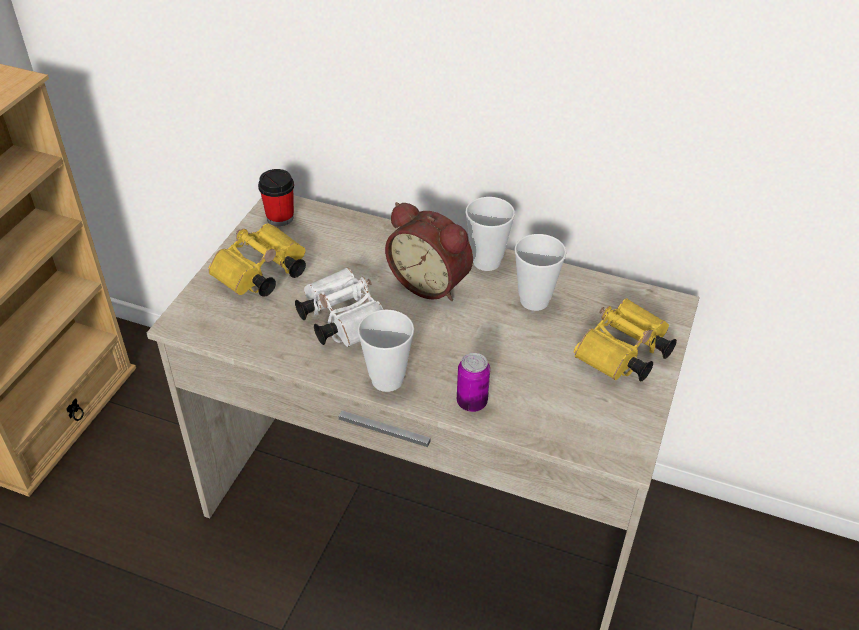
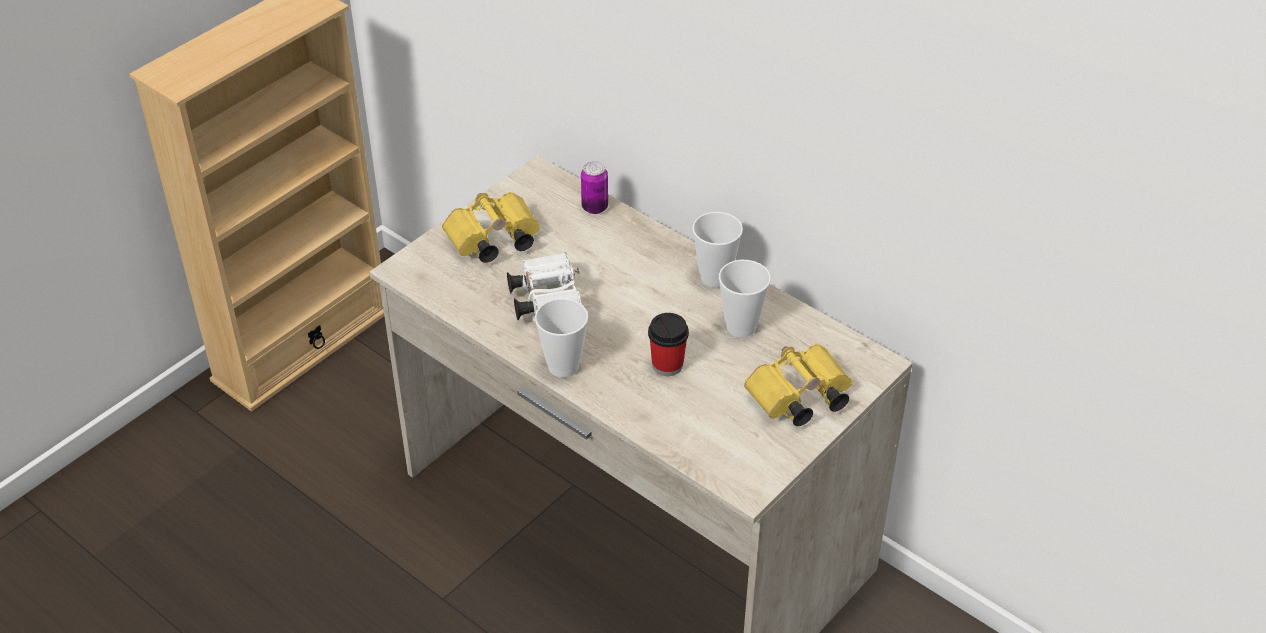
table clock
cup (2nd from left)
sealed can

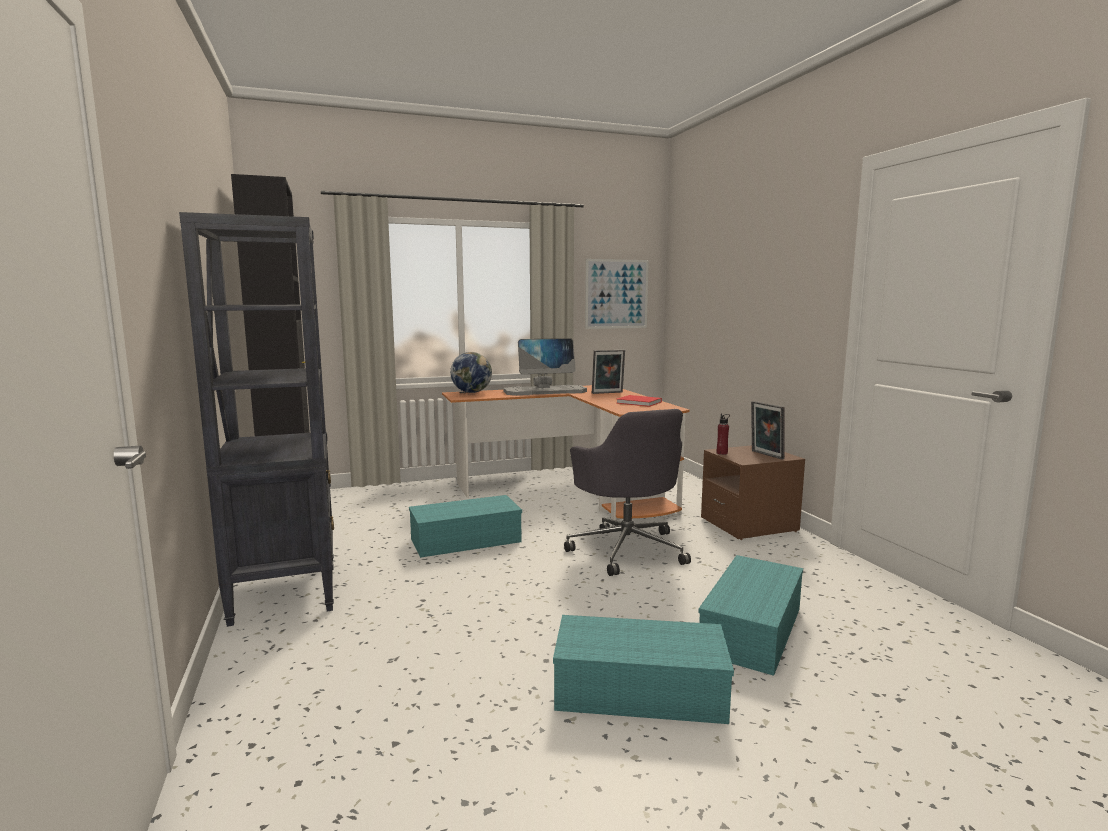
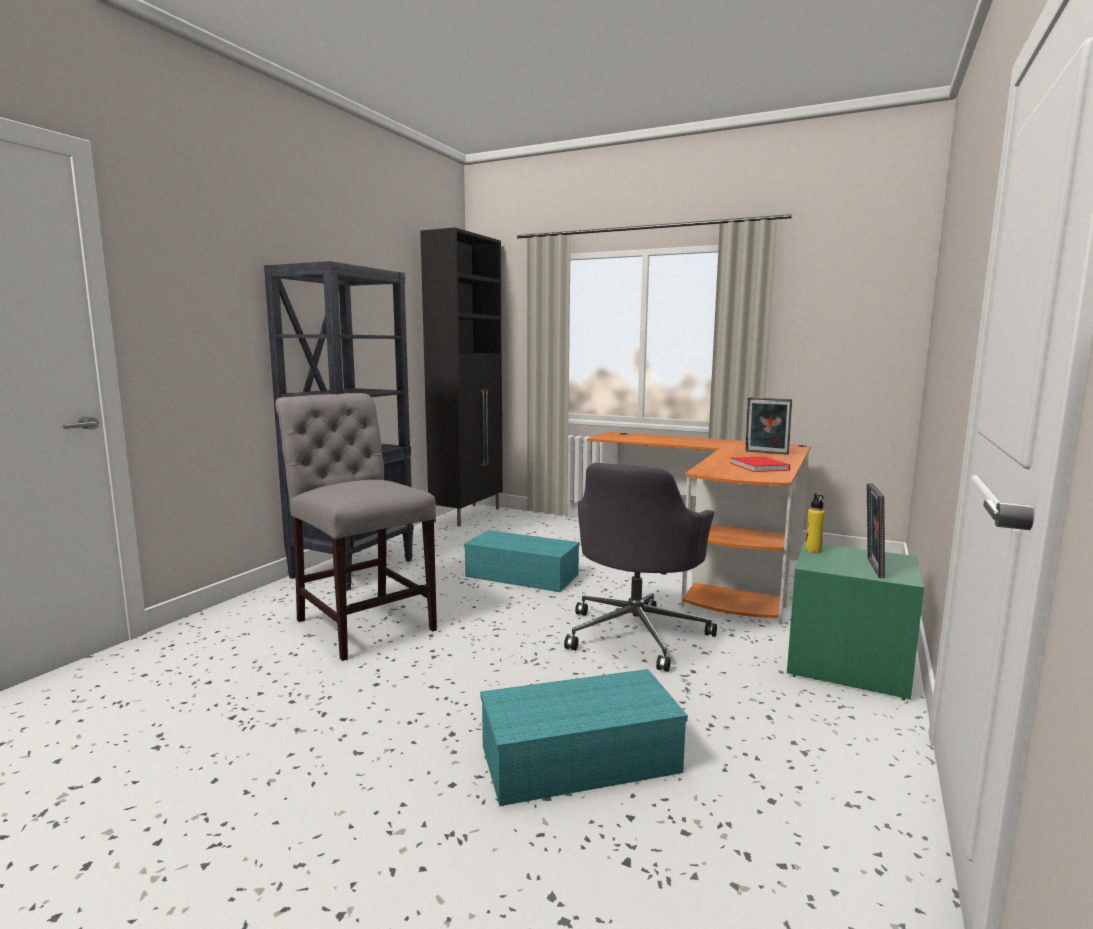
globe
monitor
blue-green storage bin (2nd from left in the first image)
picture
gray chair
green bedside table
yellow drink bottle

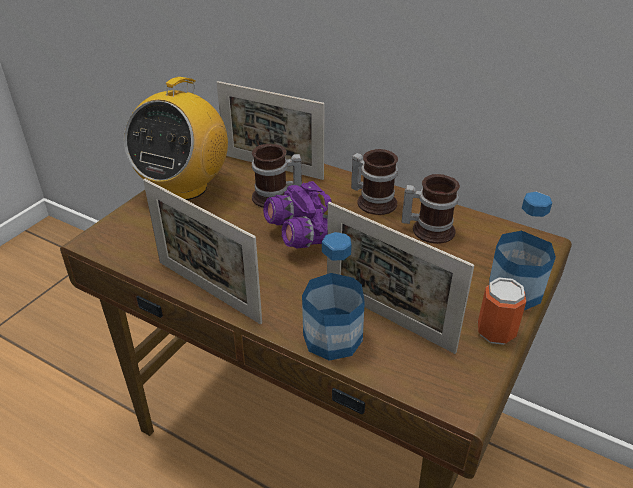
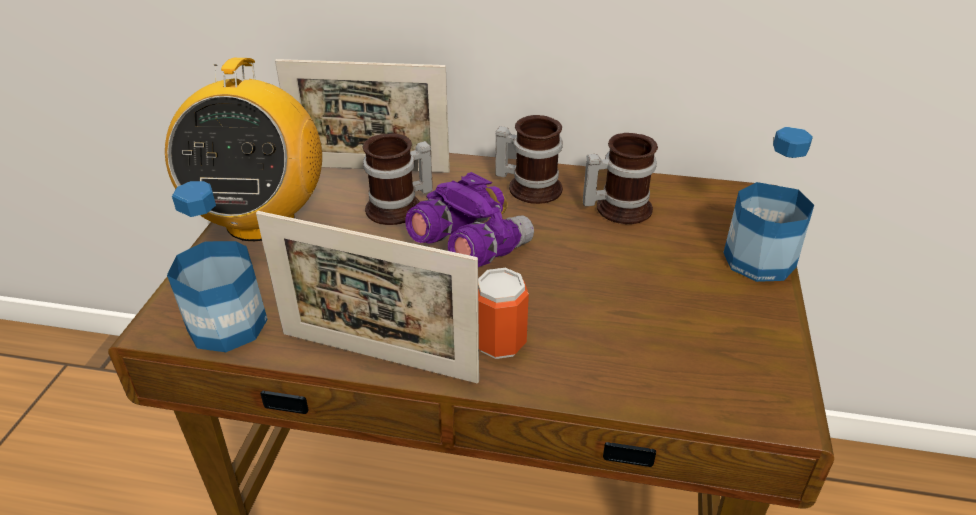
picture frame (3rd from left in the first image)
drink bottle (1st from left)
sealed can

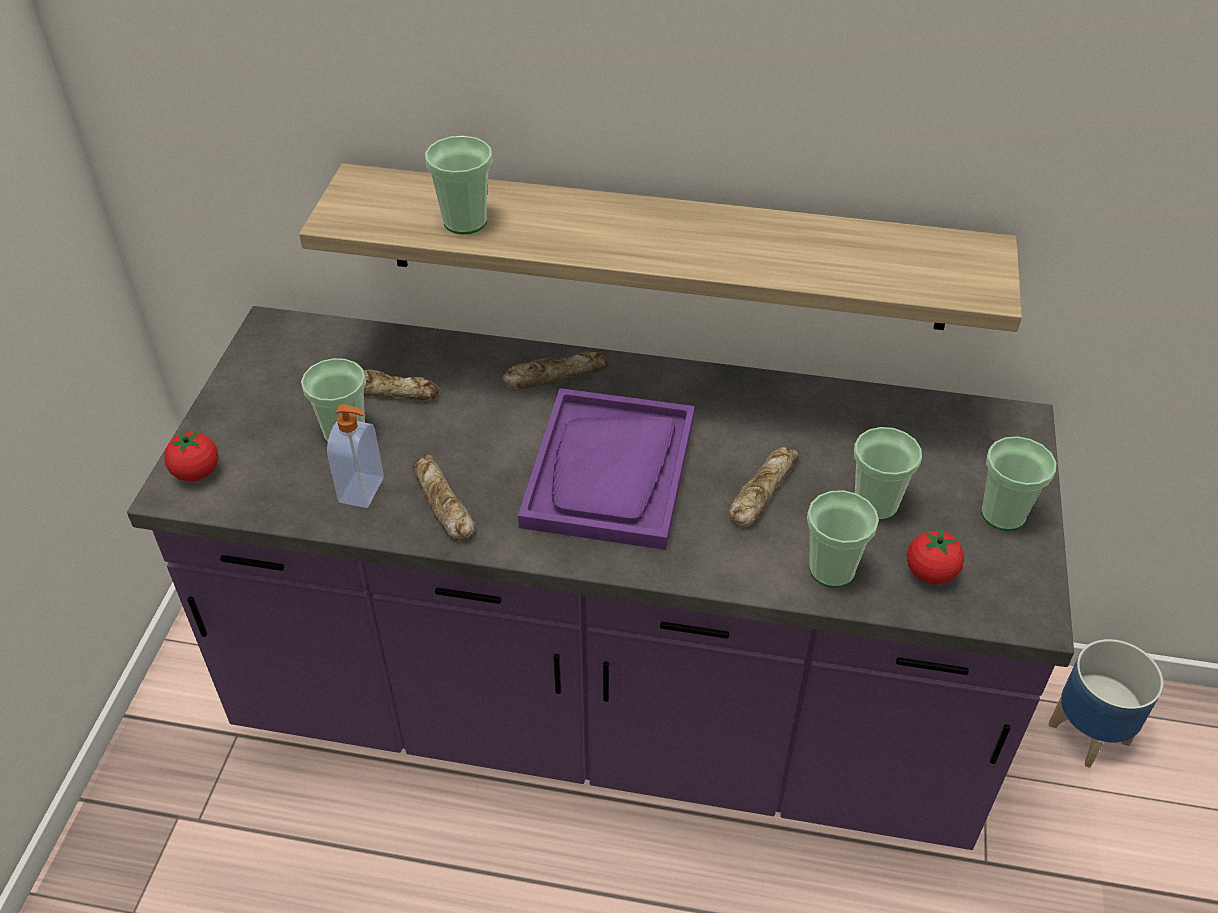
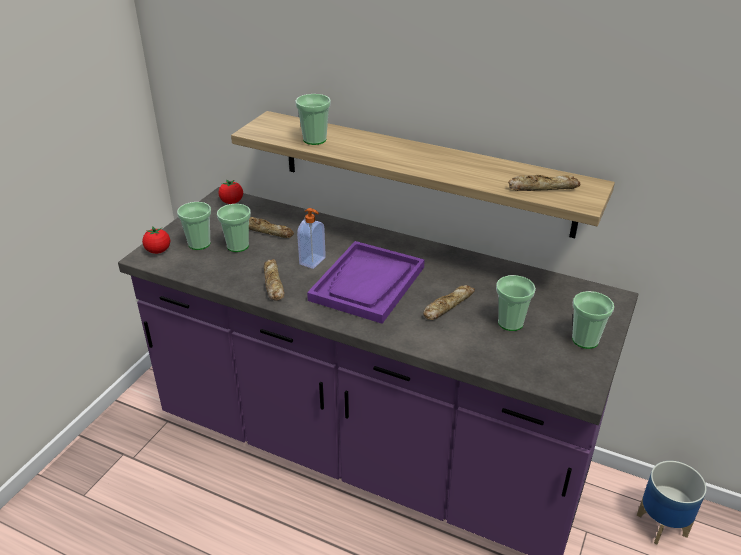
soap dispenser
baked bread (4th from left)
cup (1st from left)
tomato (2nd from left)

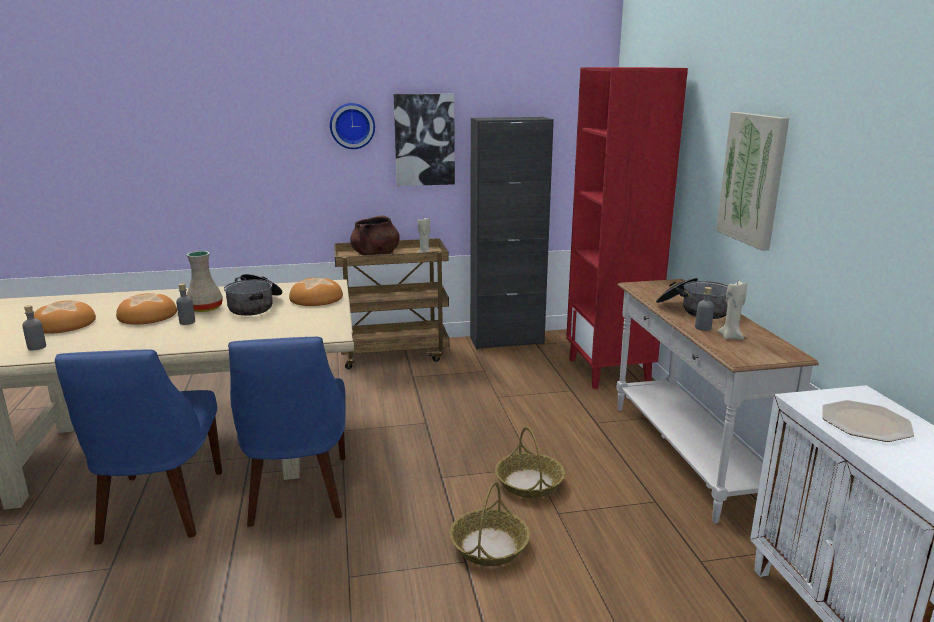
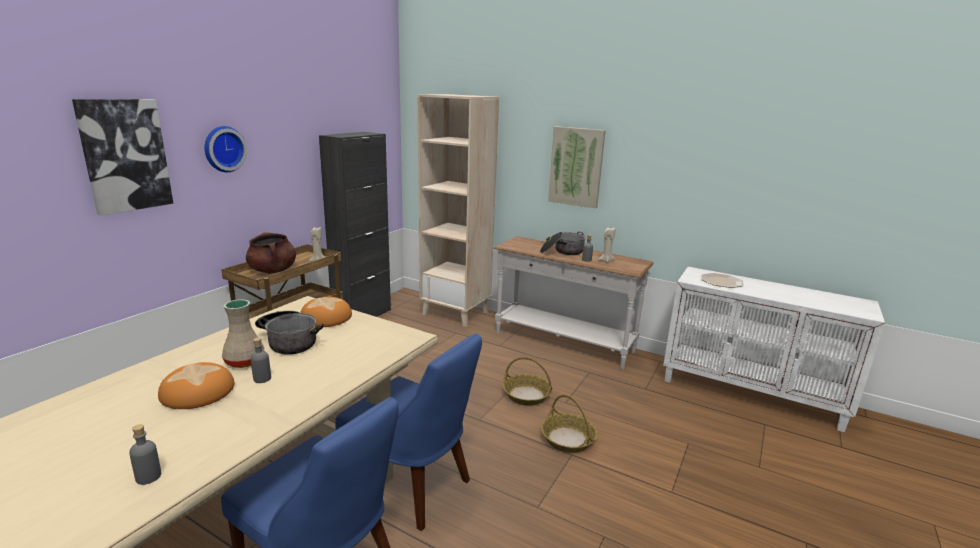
baked bread (1st from left in the first image)
picture (1st from left)
sand-coloured bookcase

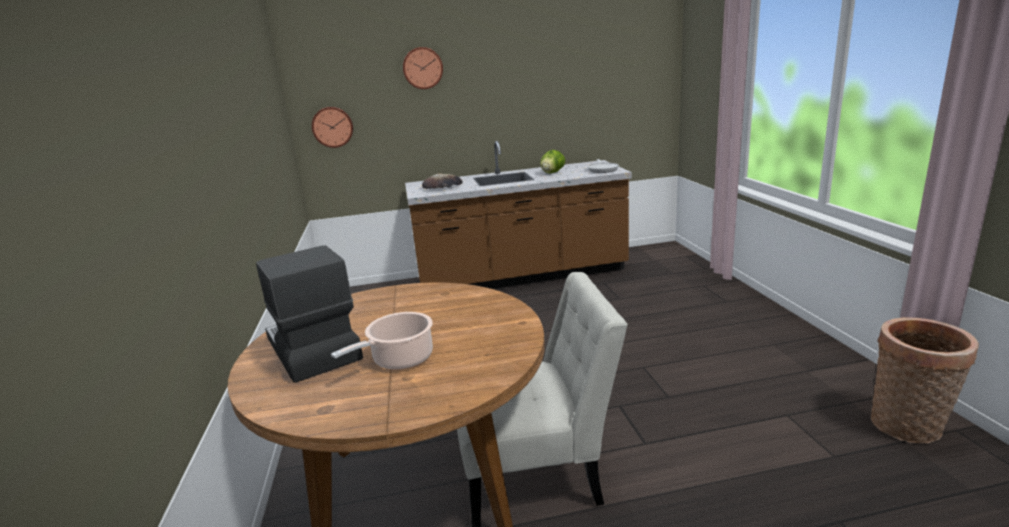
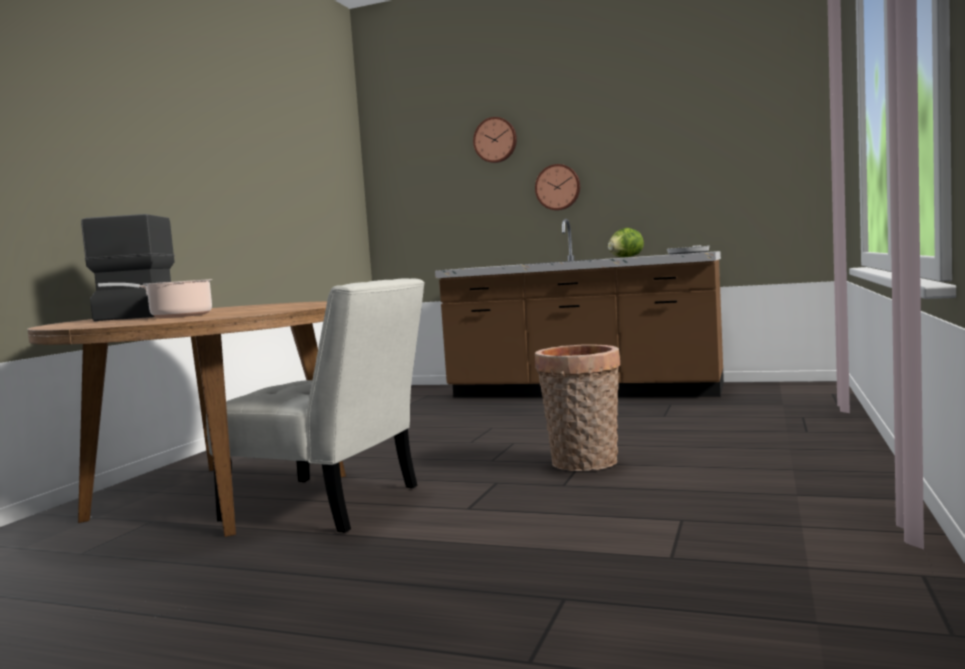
baked bread
wall clock (2nd from left)
storage basket

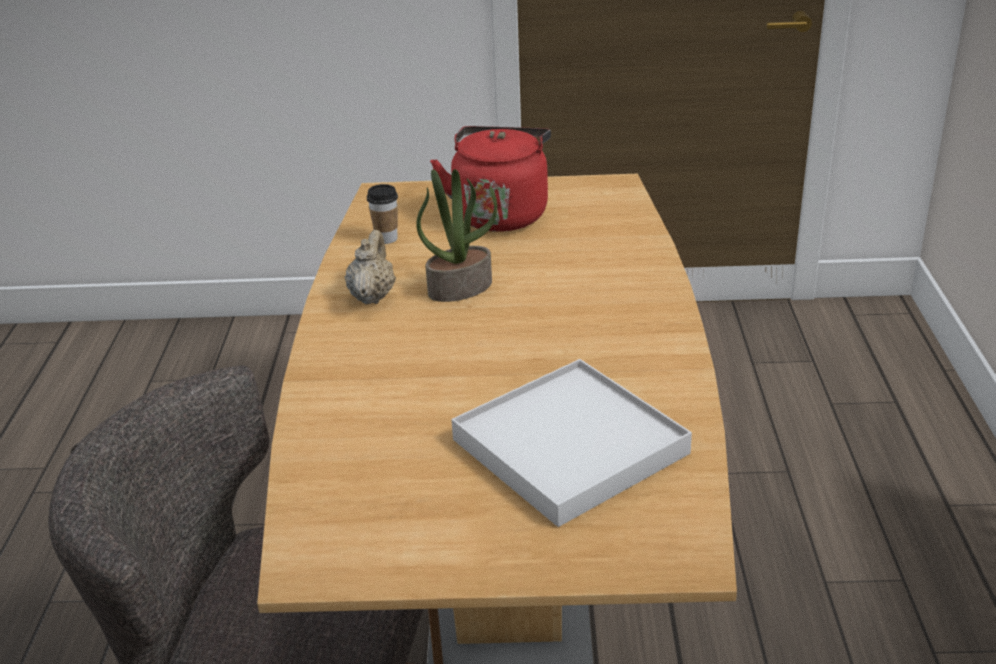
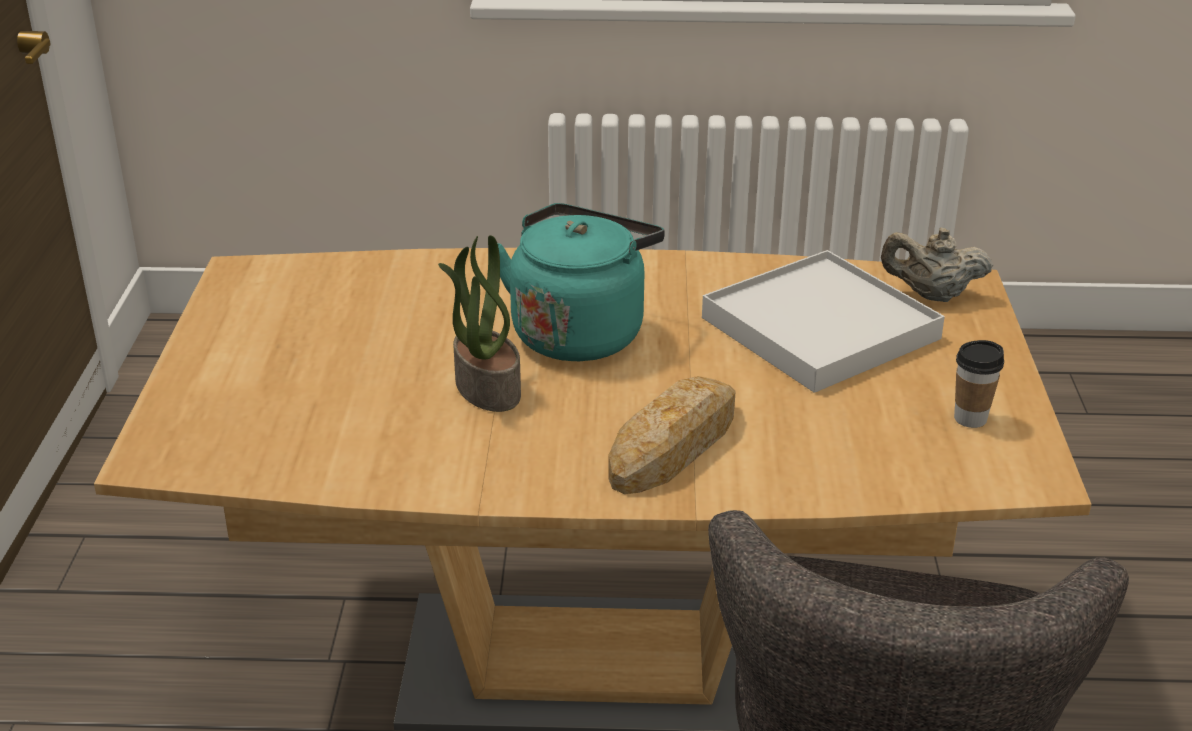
red-coloured kettle
blue-green kettle
baked bread
sand-coloured pot for tea
cup

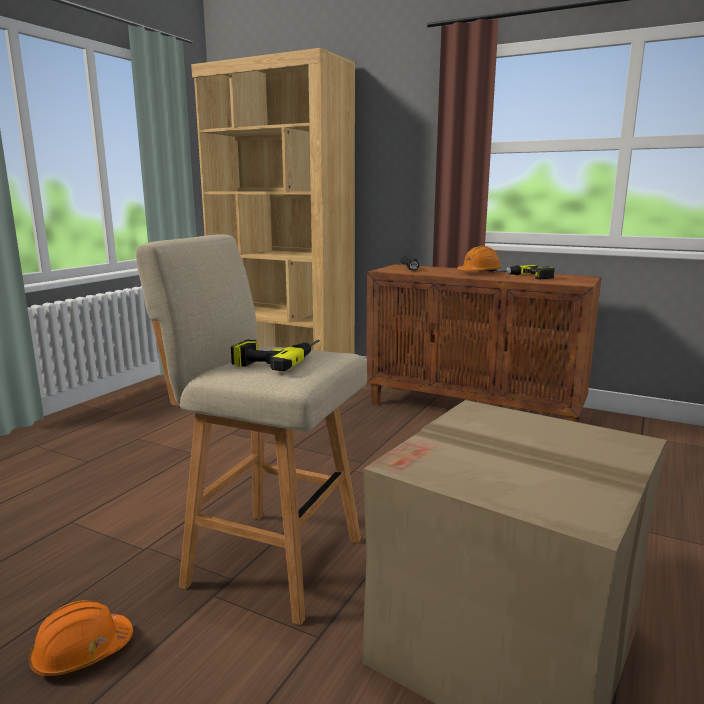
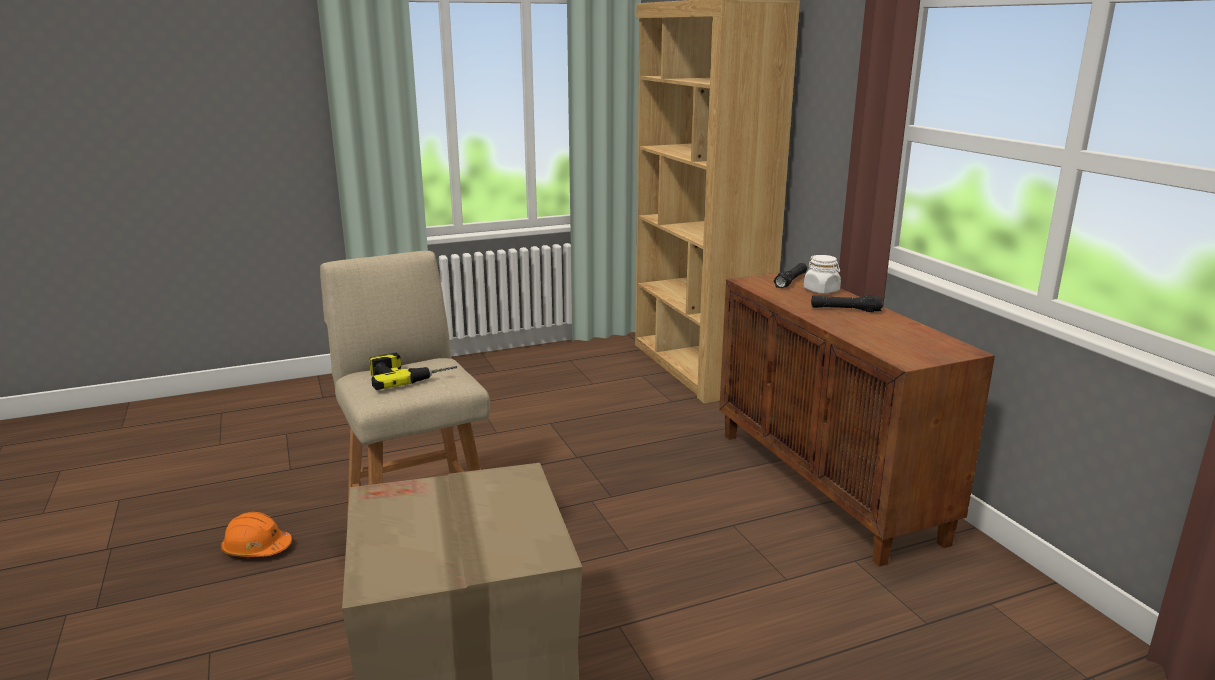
electric drill (2nd from left in the first image)
white preserve jar
black-coloured torch (2nd from left)

